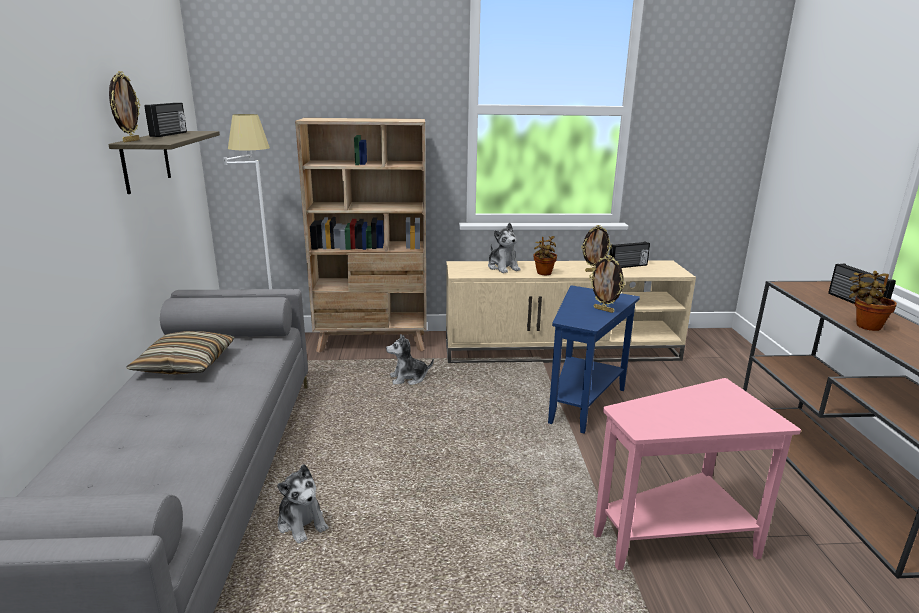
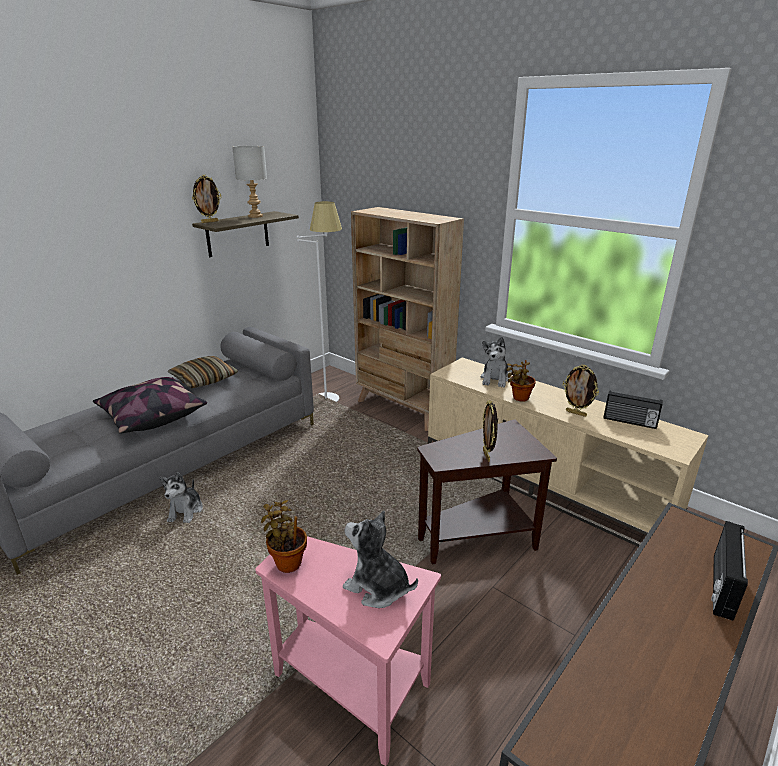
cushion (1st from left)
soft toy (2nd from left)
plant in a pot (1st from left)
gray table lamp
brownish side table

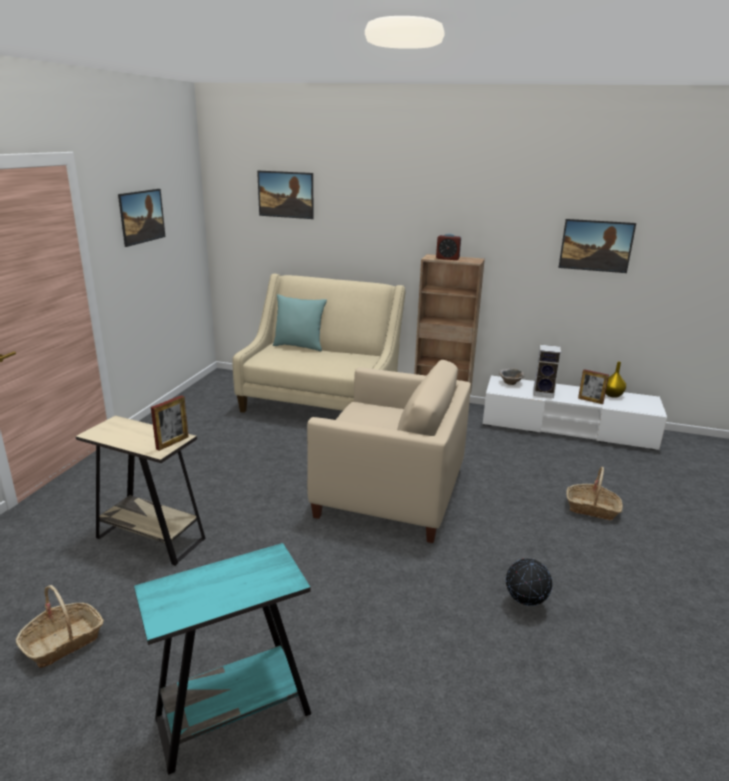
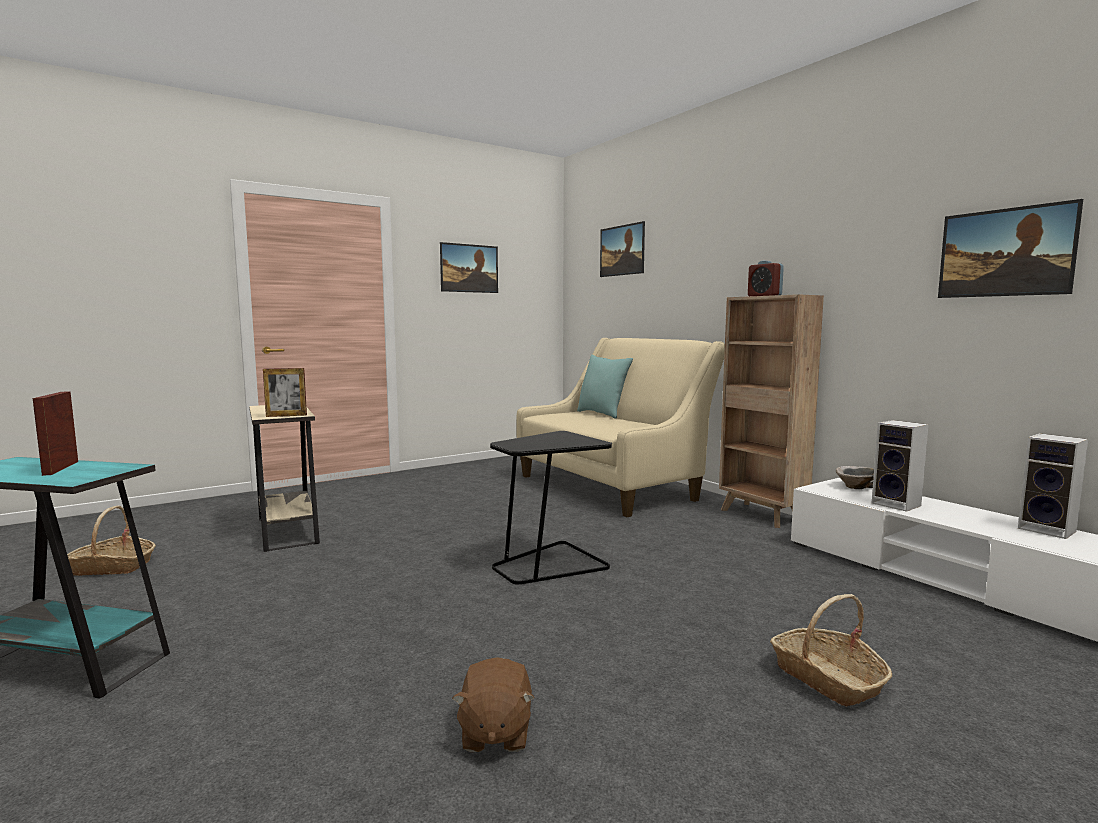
picture frame (1st from left)
black-coloured side table
brownish soft toy
audio speaker (2nd from left)

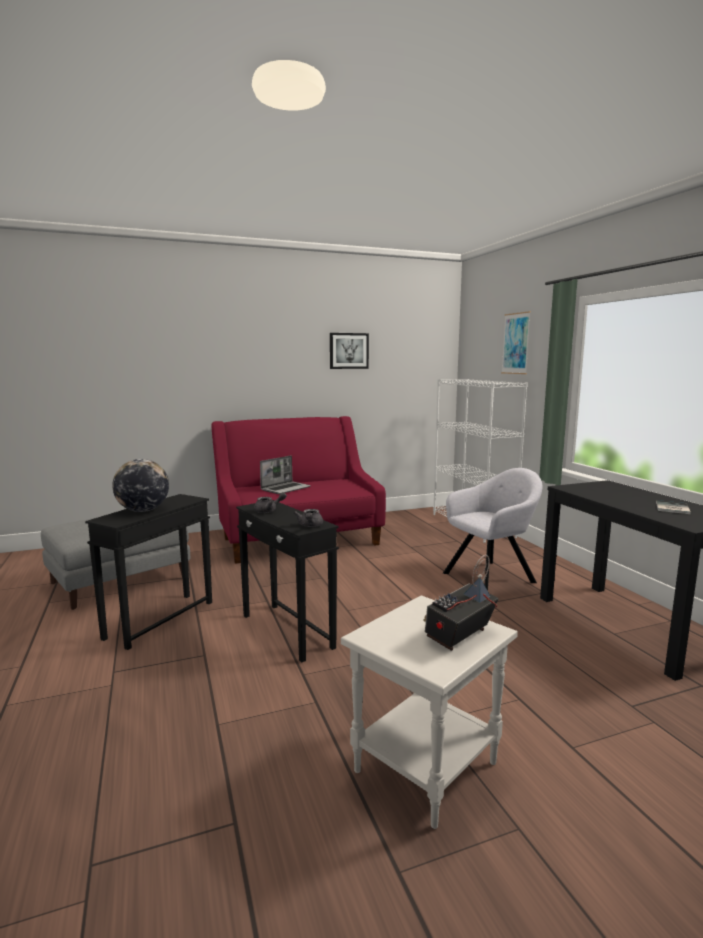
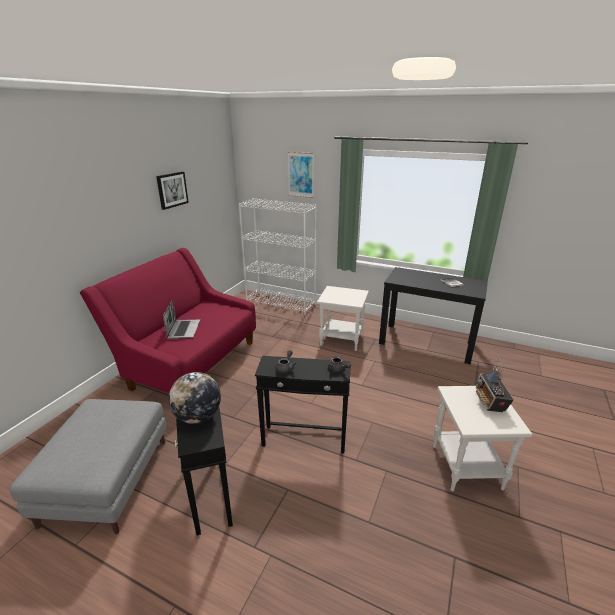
white side table (1st from left)

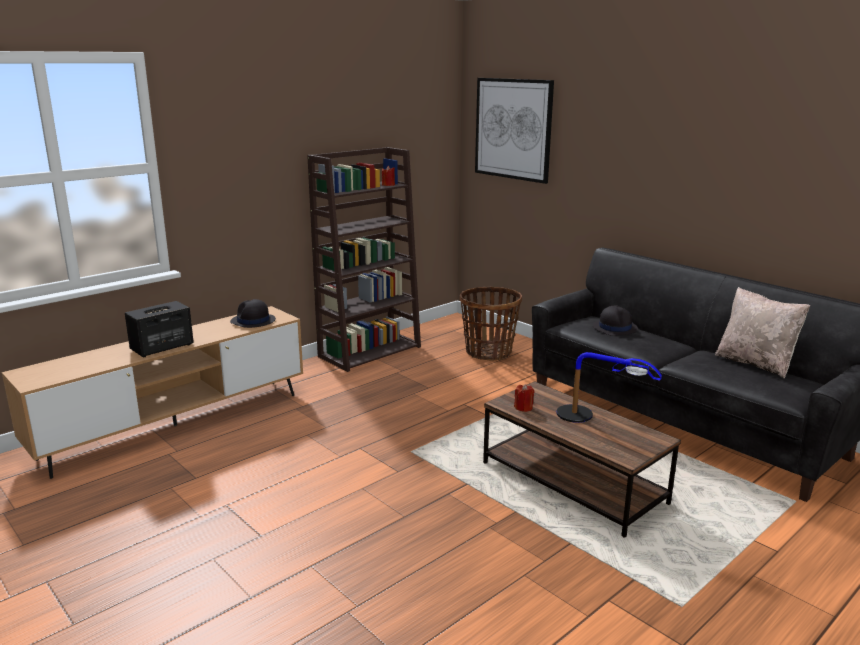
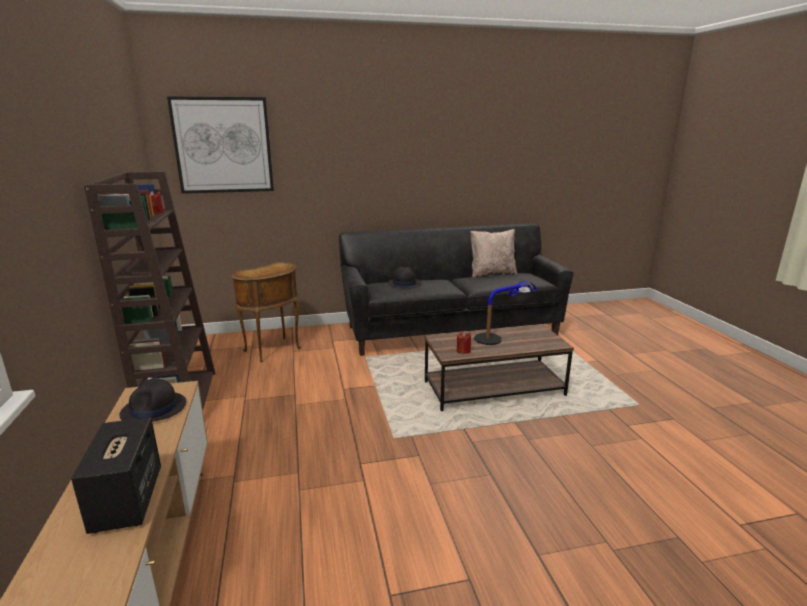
brownish side table

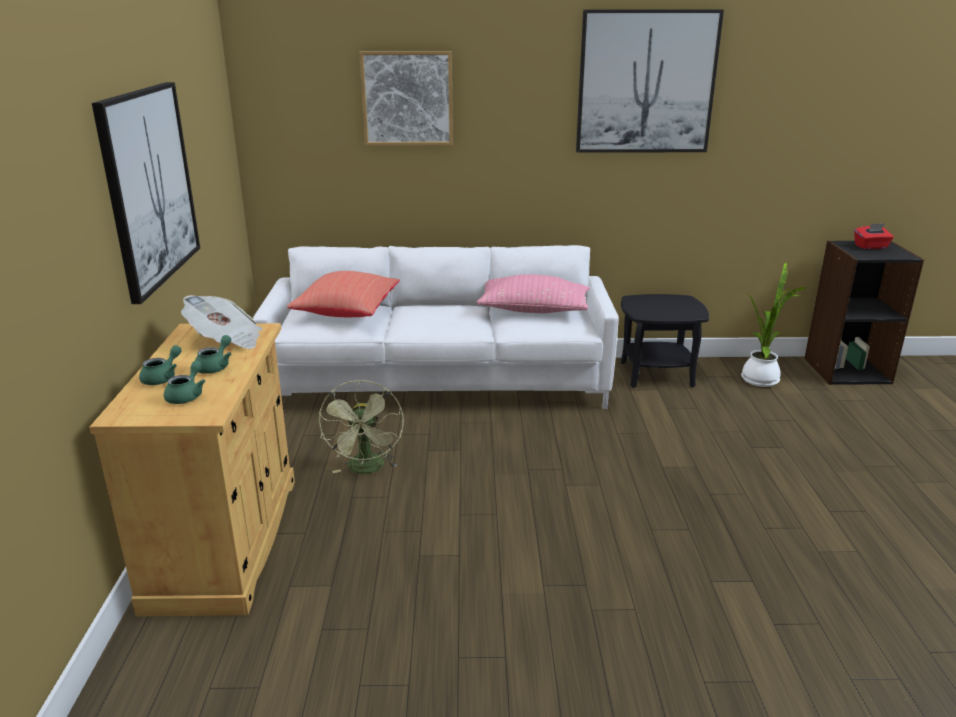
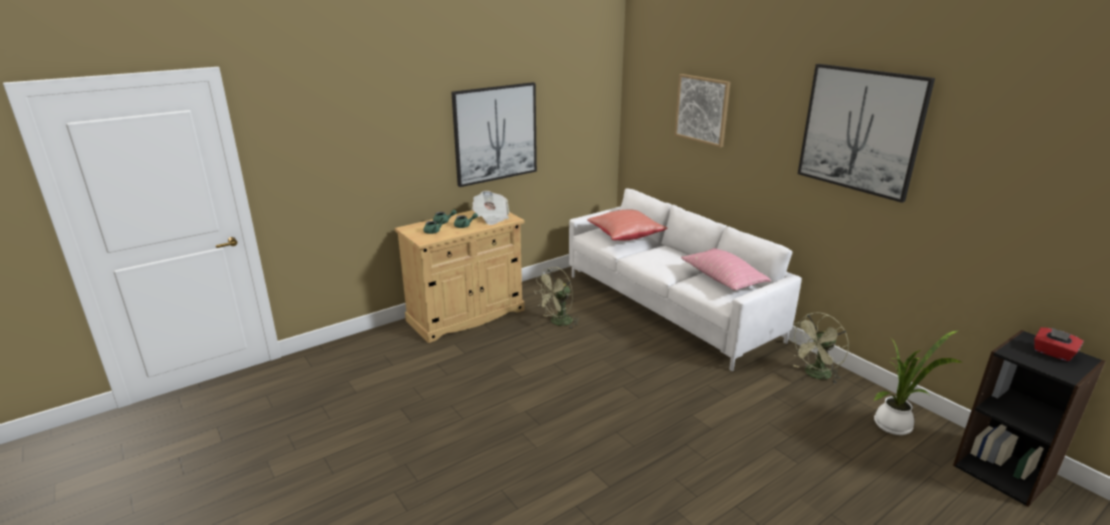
green electric fan (2nd from left)

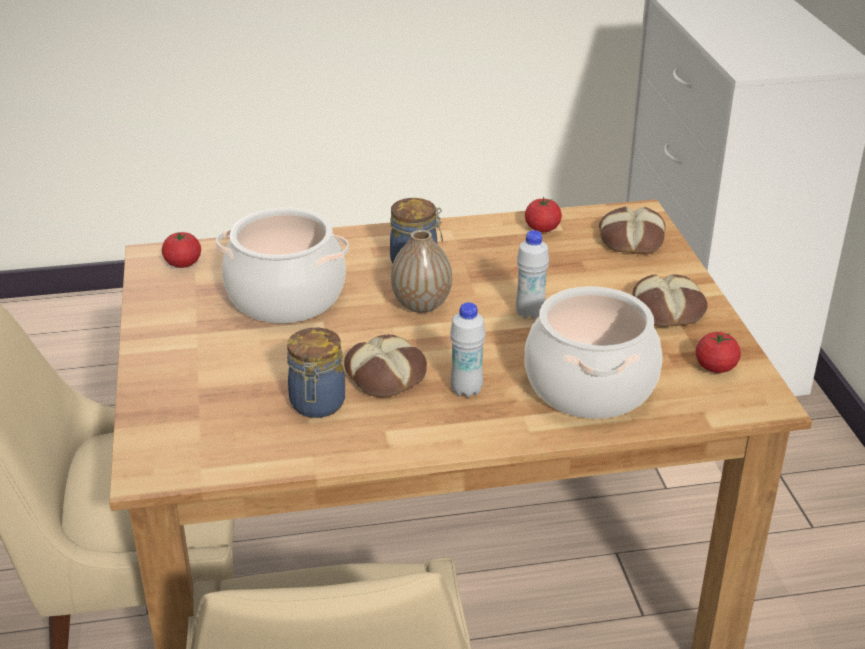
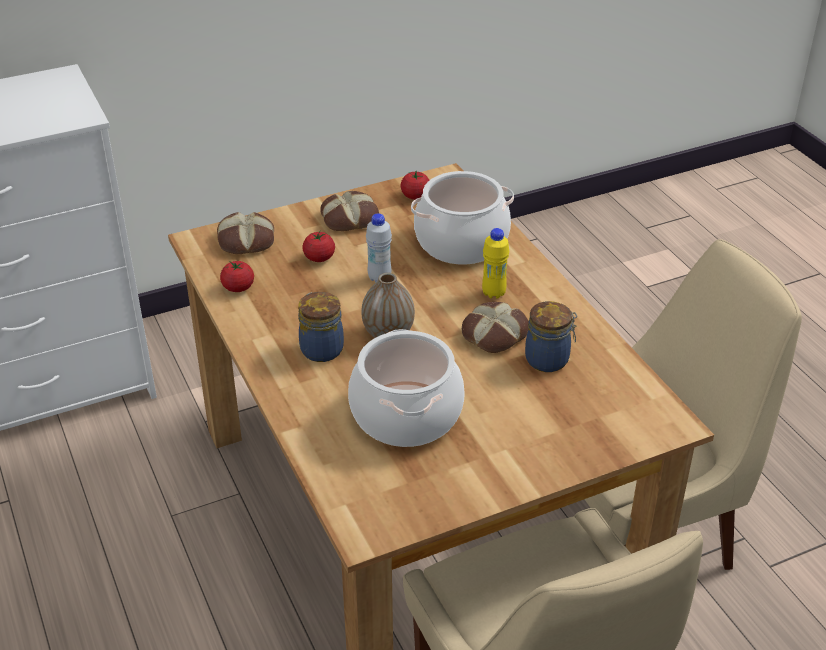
tomato (2nd from left)
yellow drink bottle

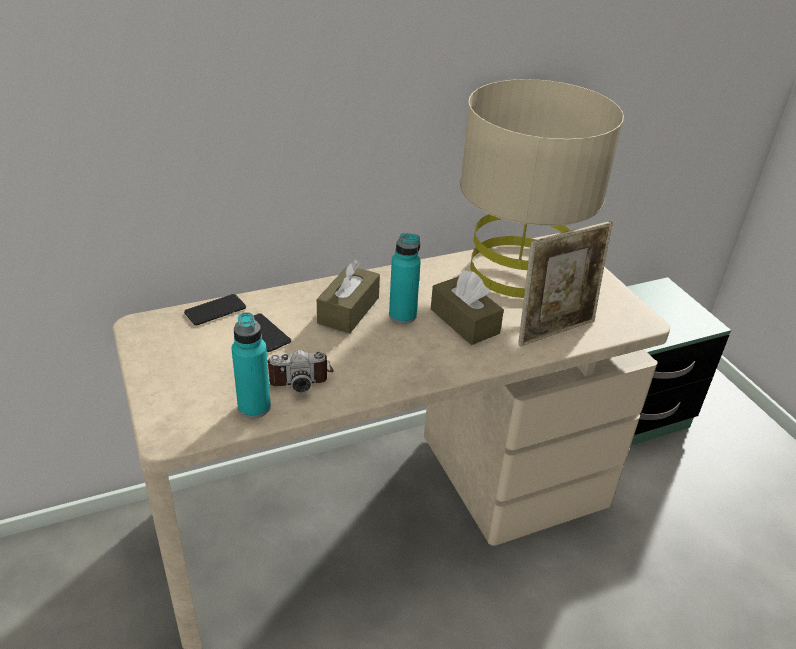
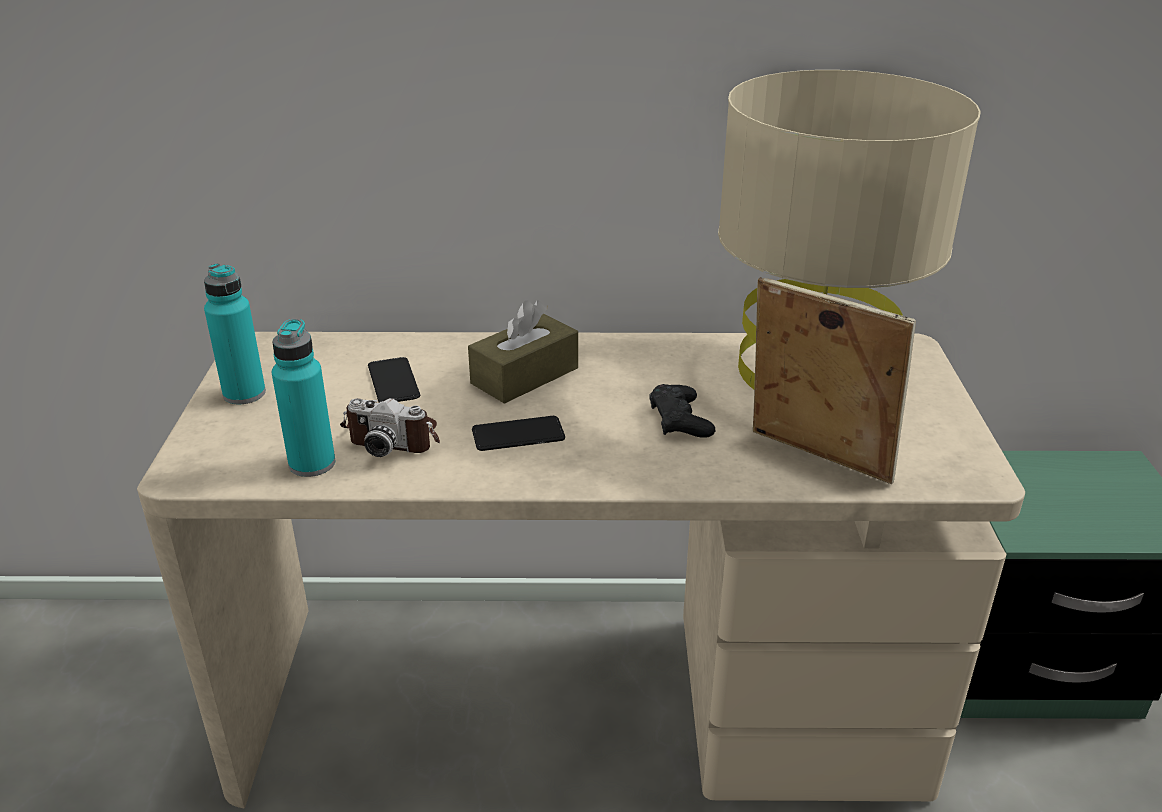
handset (2nd from left)
blue-green drink bottle (1st from left)
black-coloured joypad
picture frame

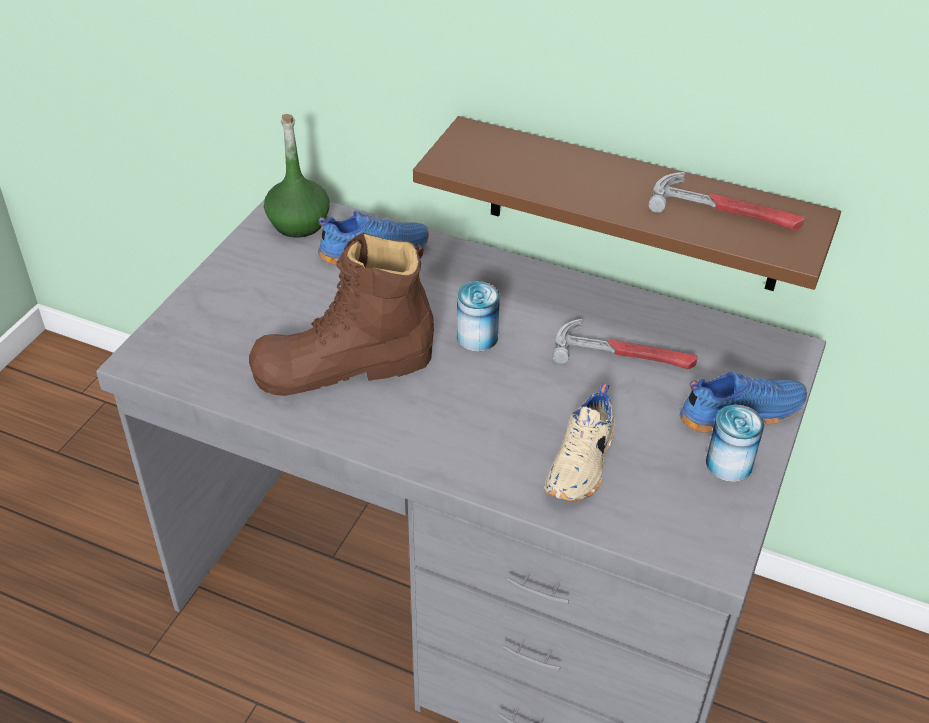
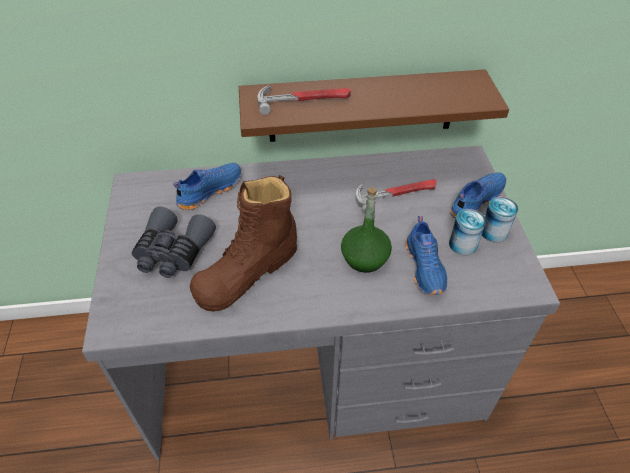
gray binoculars
green drink bottle
sealed can (1st from left)
tool hammer (1st from left)
blue item of footwear (2nd from left)

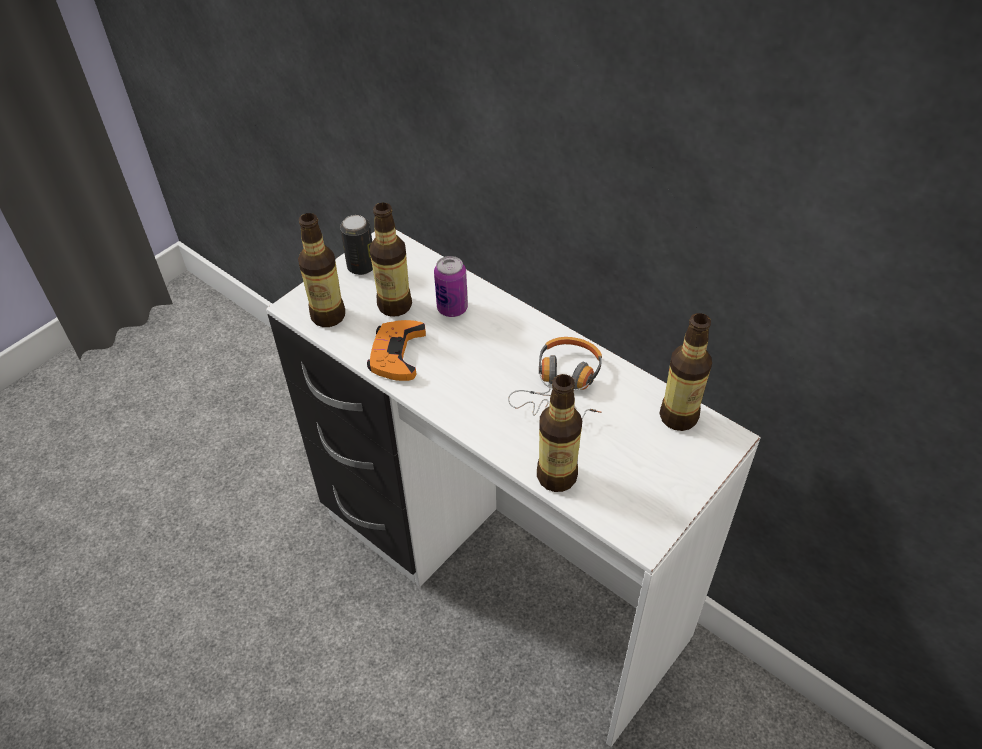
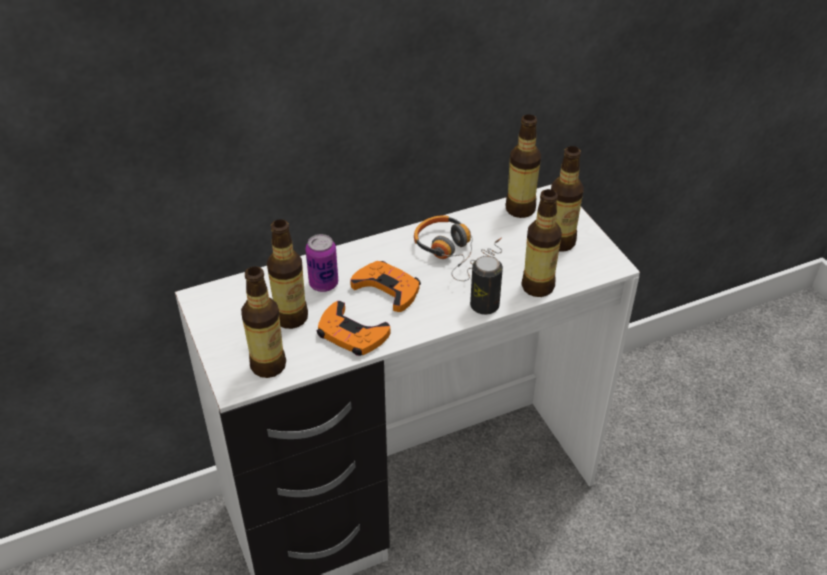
orange-coloured joypad (2nd from left)
drink bottle (5th from left)
sealed can (2nd from left)

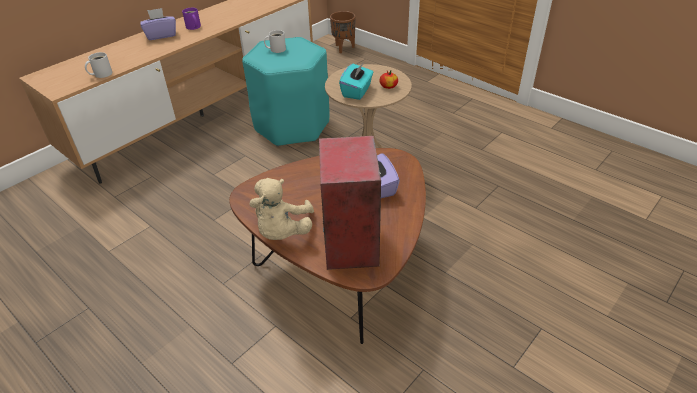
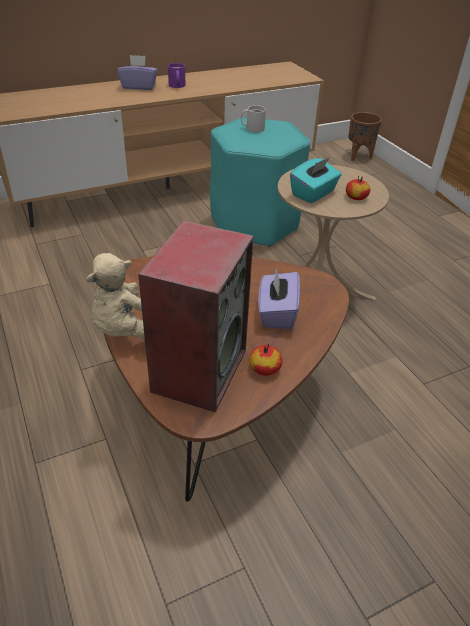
white coffee mug (1st from left in the first image)
apple (1st from left)

